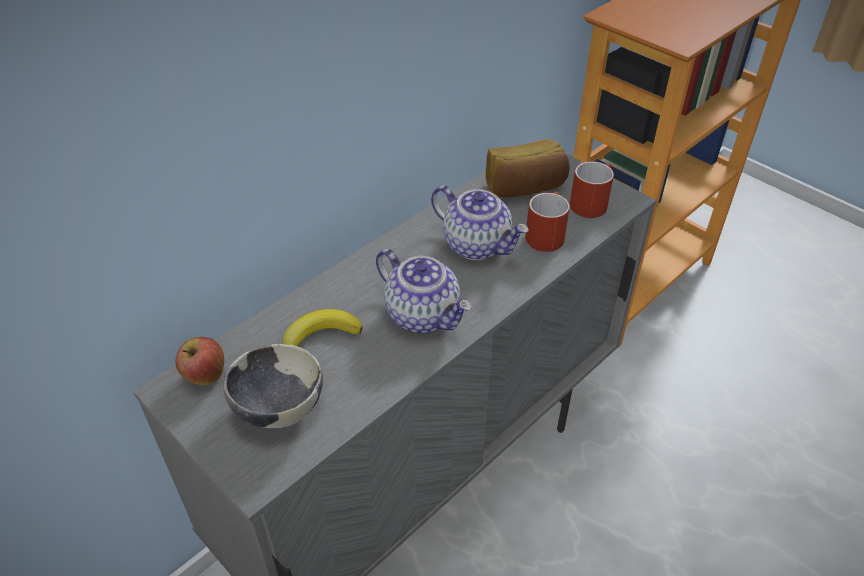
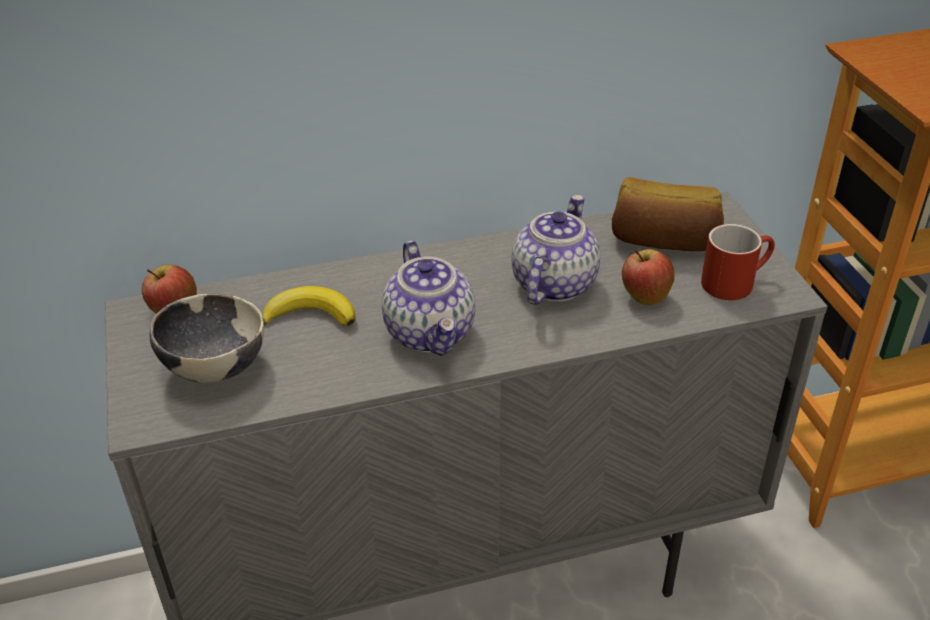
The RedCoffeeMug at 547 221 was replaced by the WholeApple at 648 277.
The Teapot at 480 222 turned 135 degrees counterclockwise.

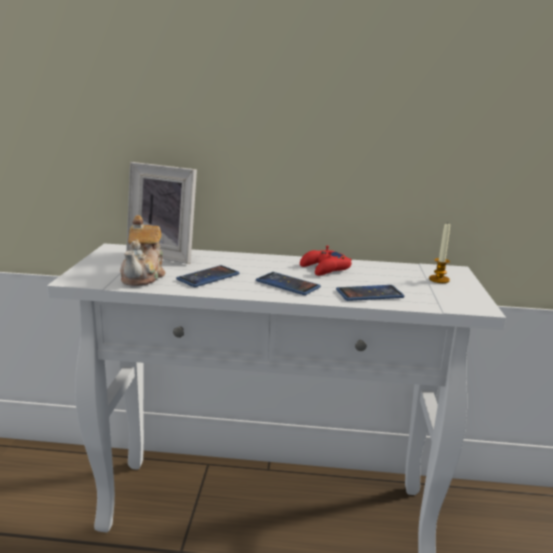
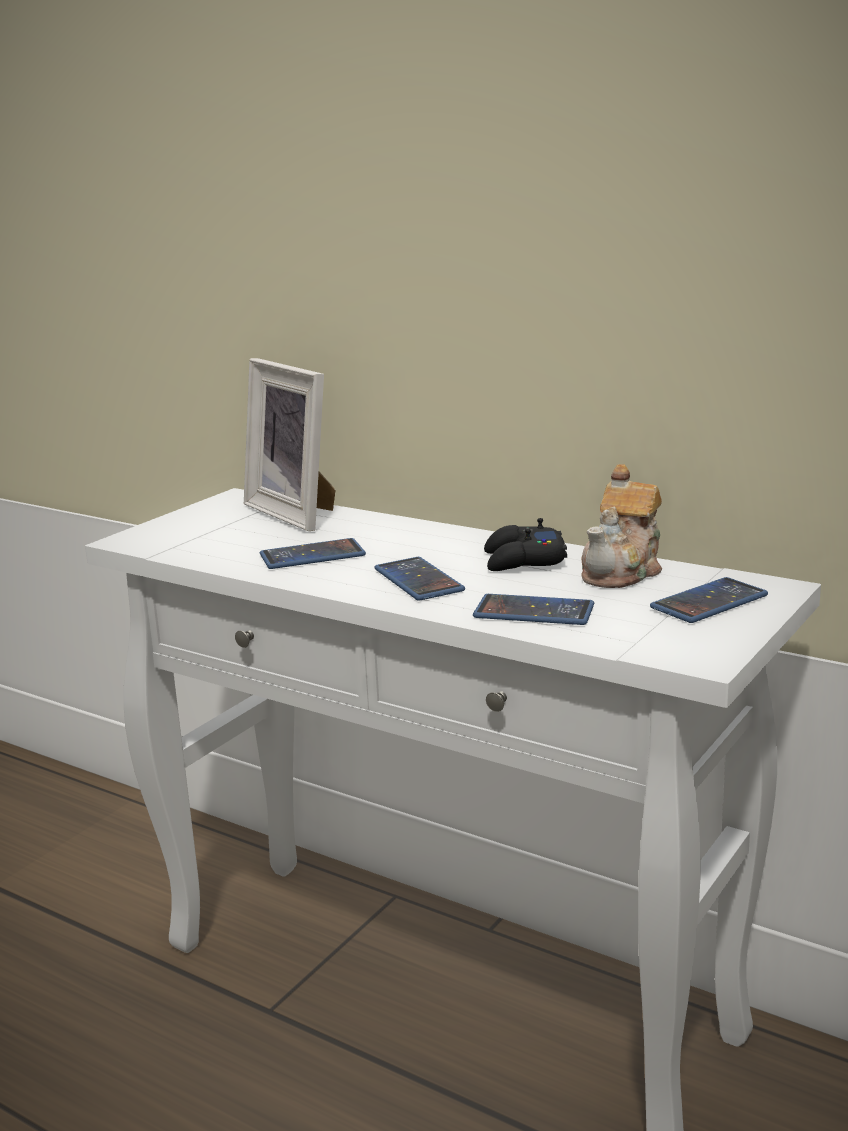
The Teapot moved from 143 250 to 621 526.
The WaxLight at 439 253 was replaced by the Telephone at 709 600.
The RedJoypad at 326 261 became the BlackishJoypad at 525 544.

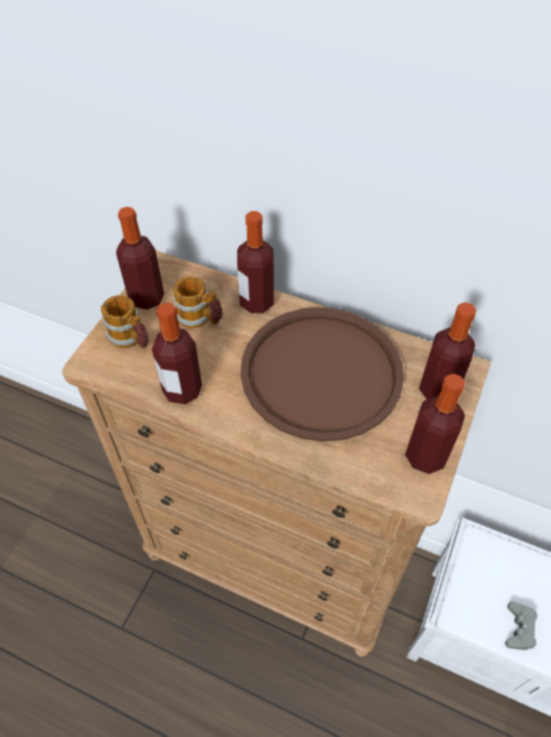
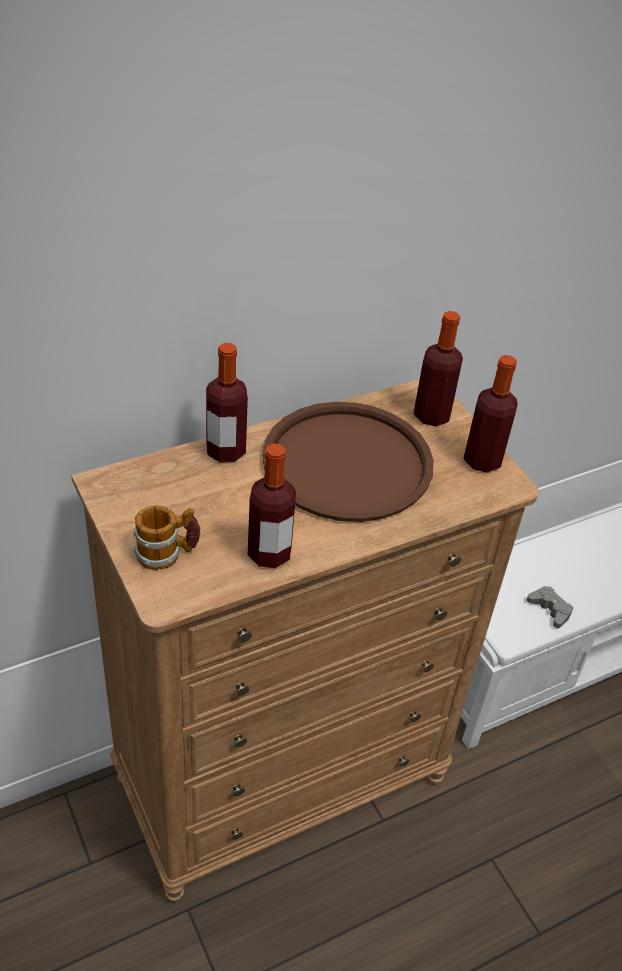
The Bottle at 140 258 disappeared.
The CoffeeMug at 198 302 disappeared.

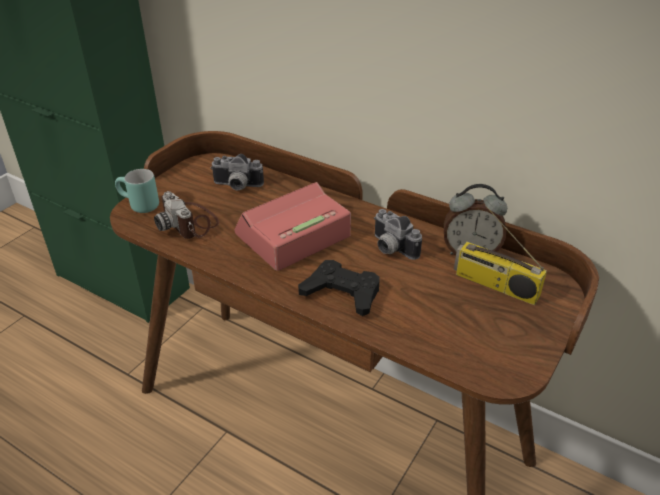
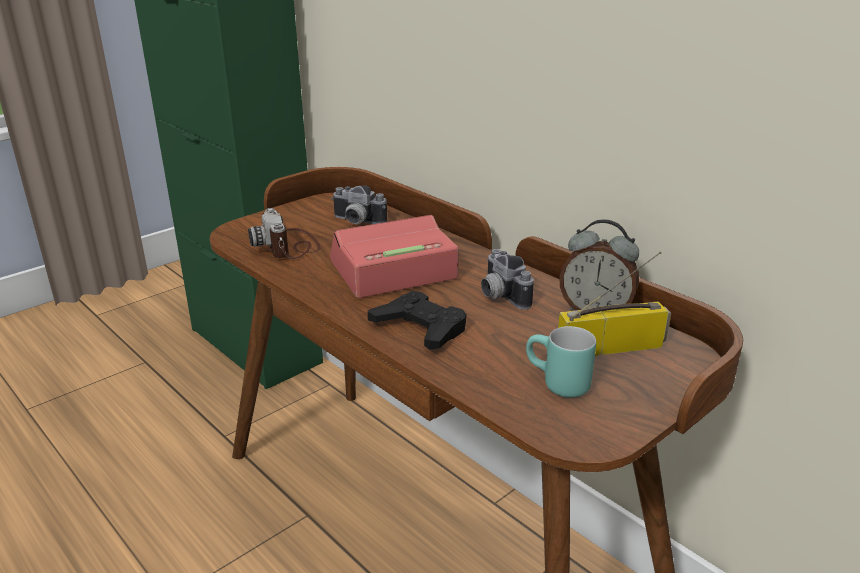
The TurquoiseCoffeeMug moved from 137 191 to 561 362.
The RadioSet at 500 255 turned 120 degrees clockwise.

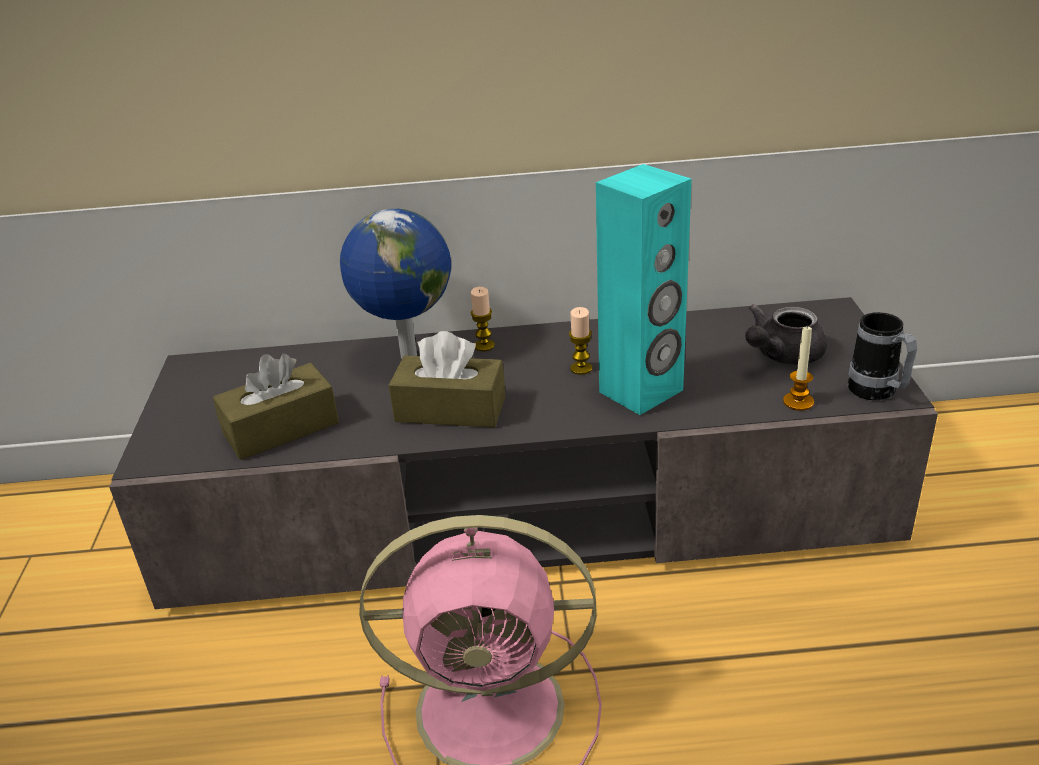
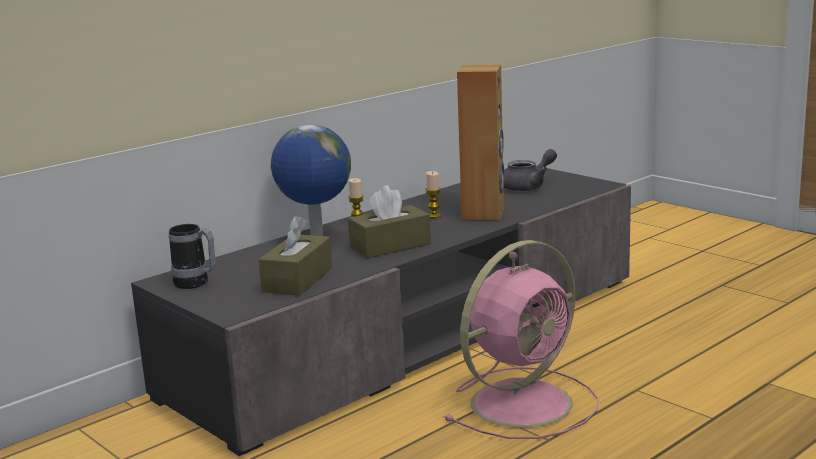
The WaxLight at 798 368 disappeared.
The CoffeeMug moved from 882 356 to 192 256.
The TurquoiseAudioSpeaker at 644 289 became the BrownAudioSpeaker at 480 142.
The GreyishTeapot at 786 334 turned 135 degrees counterclockwise.

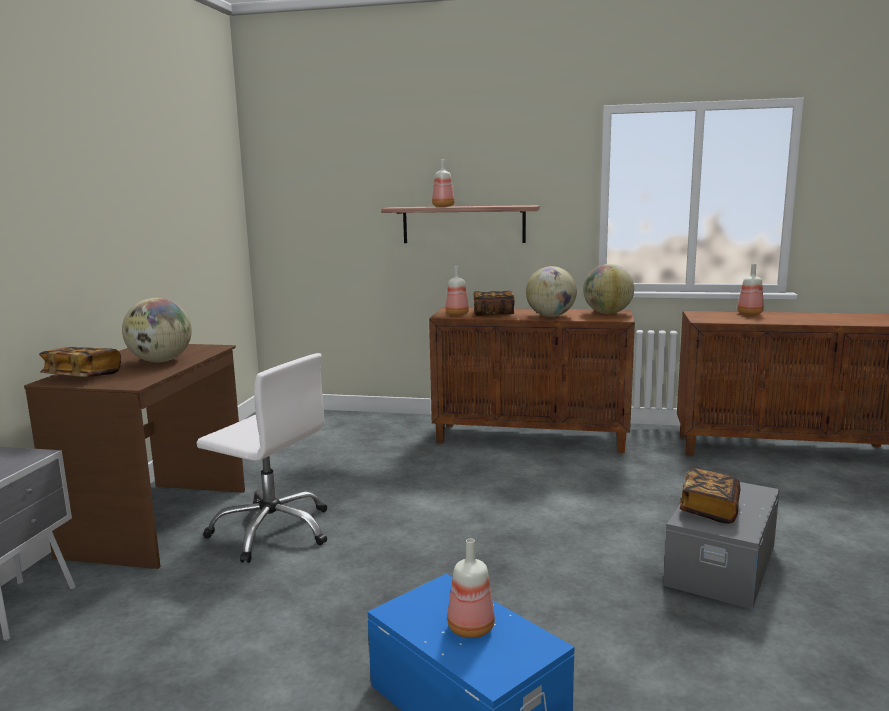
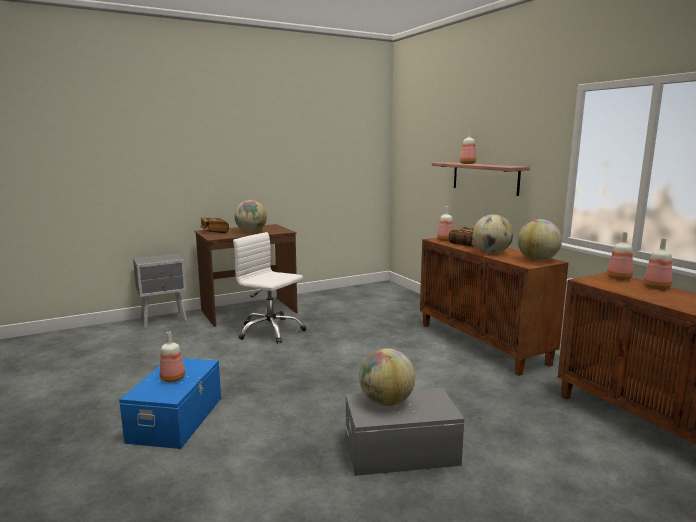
The Bottle at 620 256 appeared.
The BoundBook at 710 495 was replaced by the Globe at 387 377.
The WhiteColouredDeskChair at 262 458 turned 135 degrees clockwise.

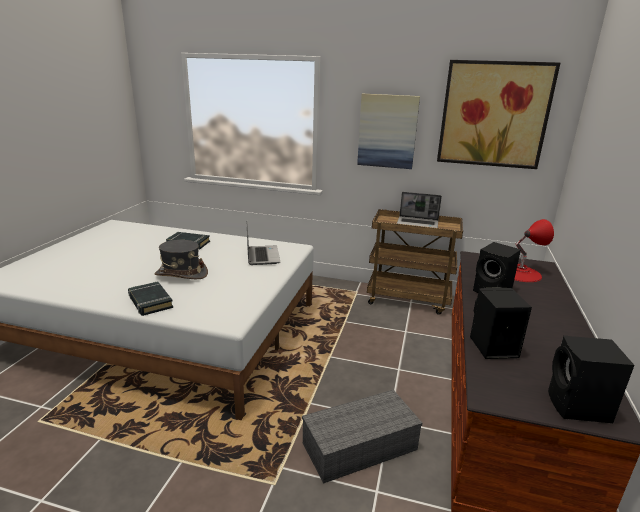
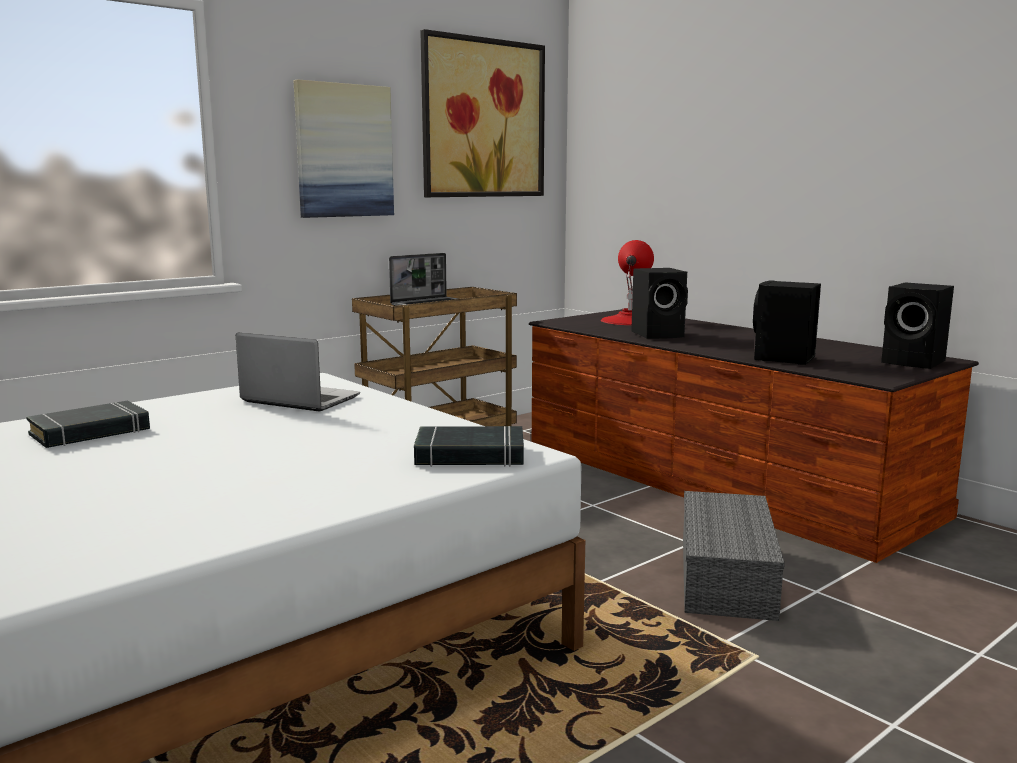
The GreyishClothingHat at 181 259 disappeared.
The BlackishBoundBook moved from 150 298 to 469 446.

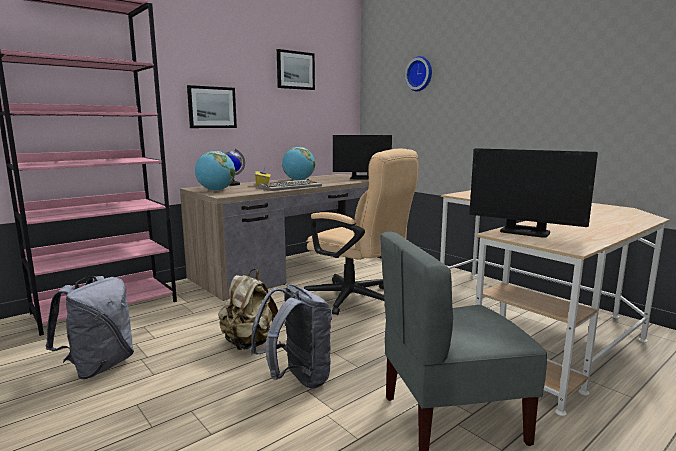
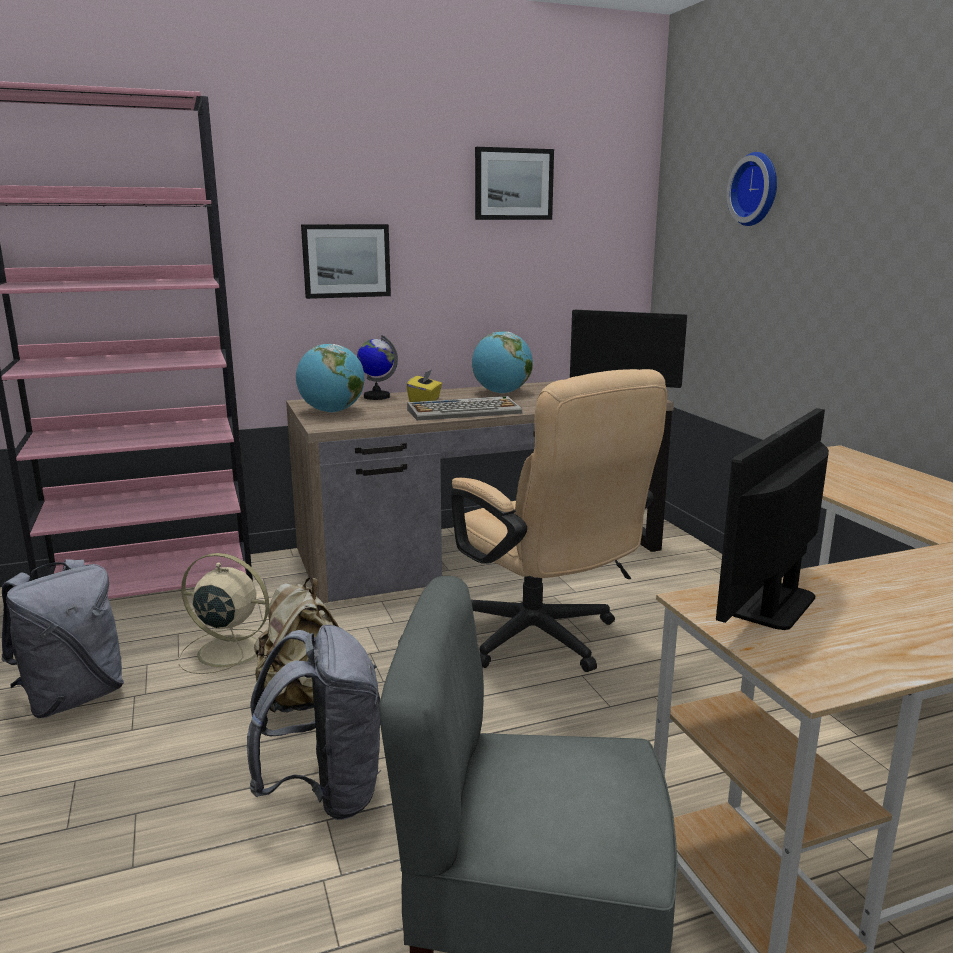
The BeigeFan at 223 613 appeared.
The ComputerScreen at 533 193 turned 75 degrees clockwise.

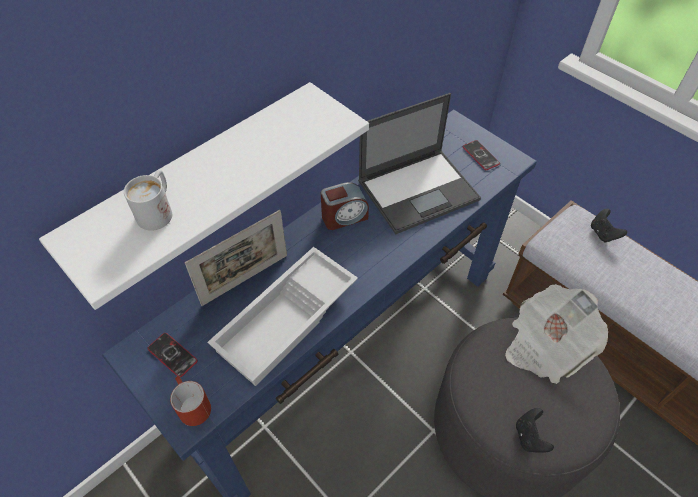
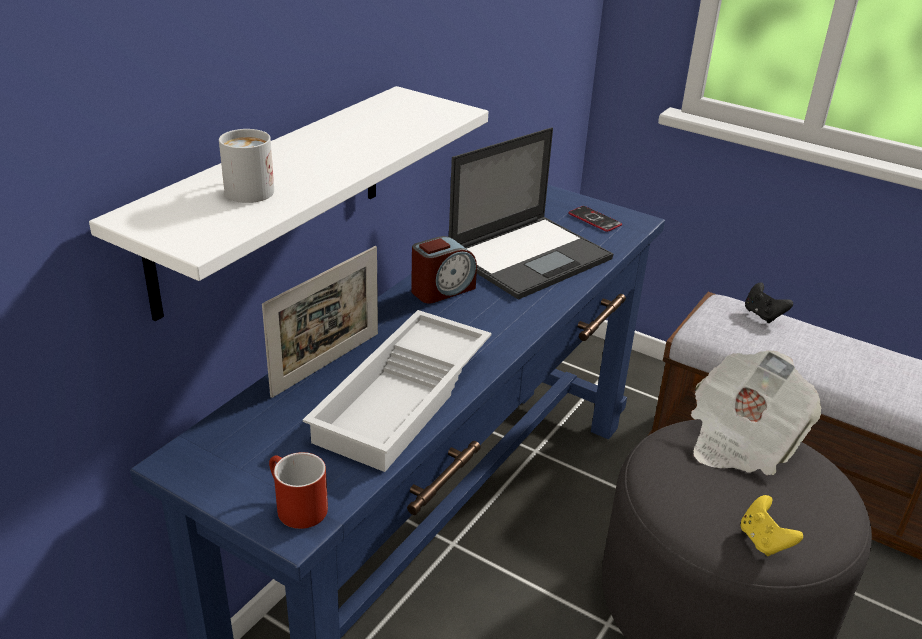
The Telephone at 172 355 disappeared.
The BlackishJoypad at 535 430 became the YellowColouredJoypad at 771 525.

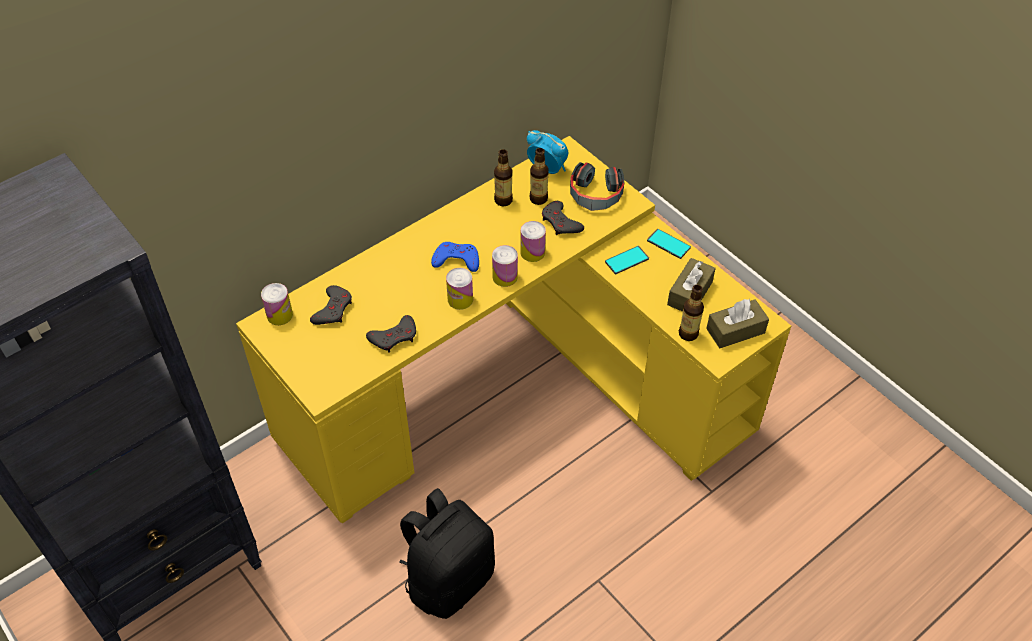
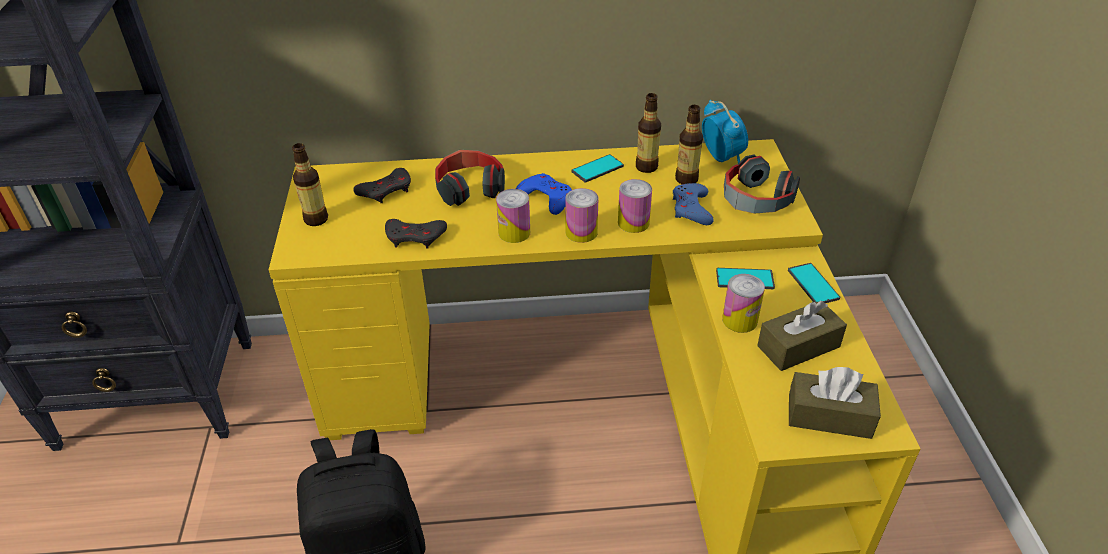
The Headset at 470 178 appeared.
The Telephone at 598 168 appeared.
The SealedCan moved from 277 304 to 743 303.
The Bottle moved from 691 313 to 310 184.
The GreyishJoypad at 563 218 became the BlueColouredJoypad at 693 204.

